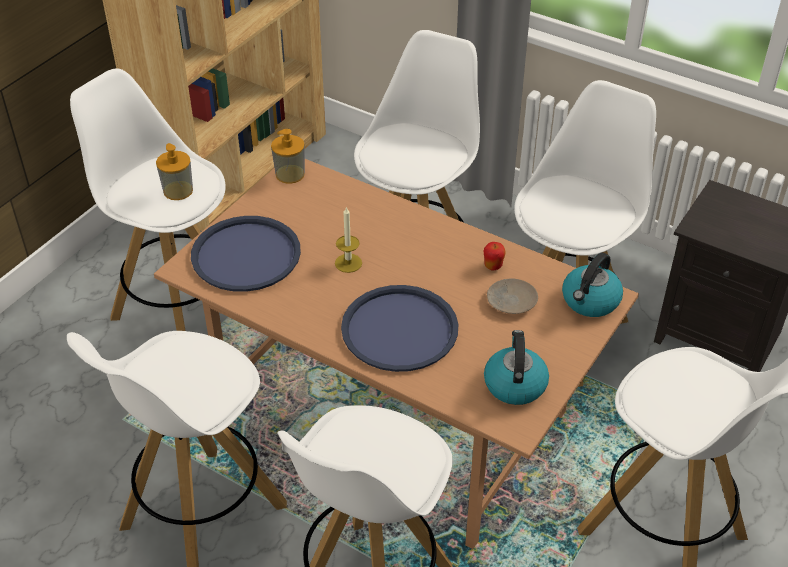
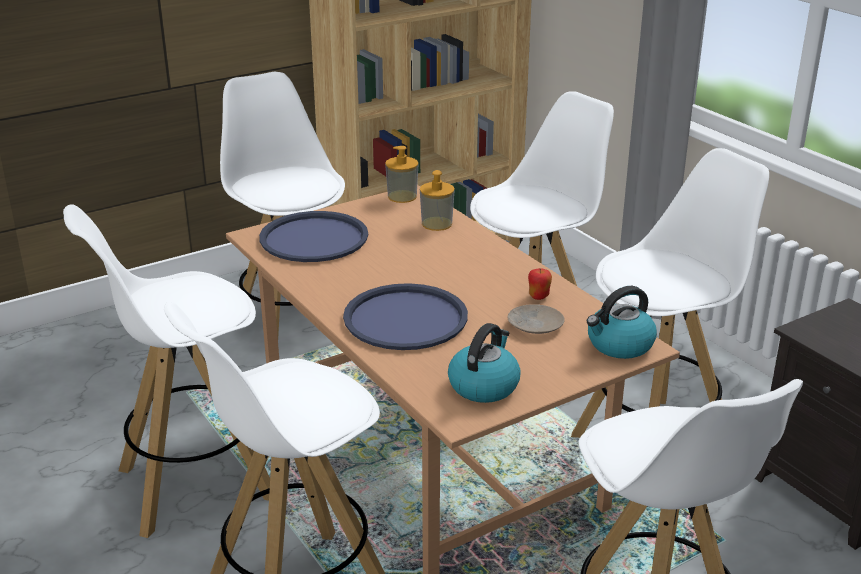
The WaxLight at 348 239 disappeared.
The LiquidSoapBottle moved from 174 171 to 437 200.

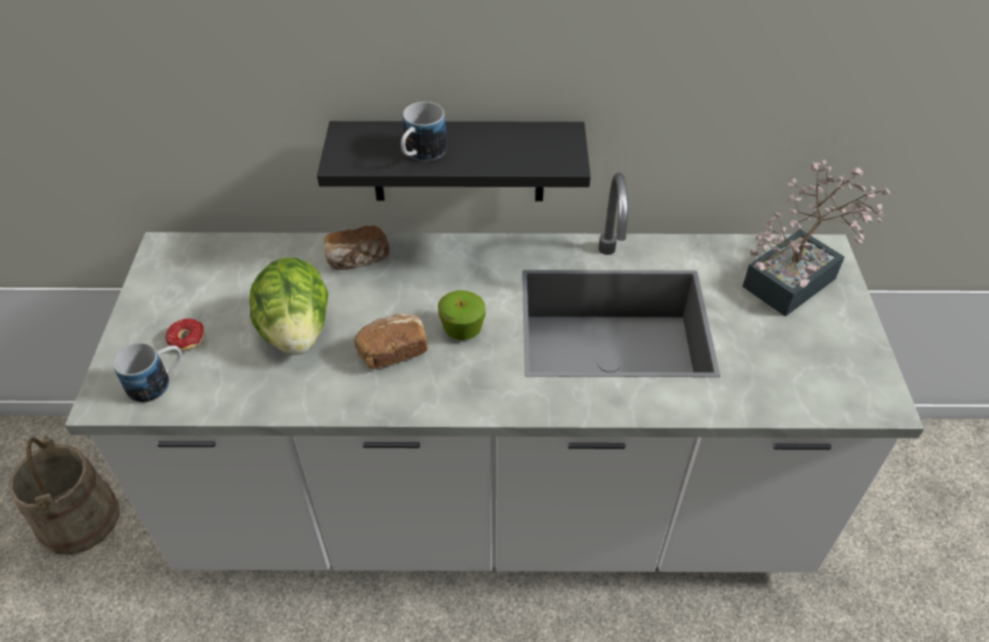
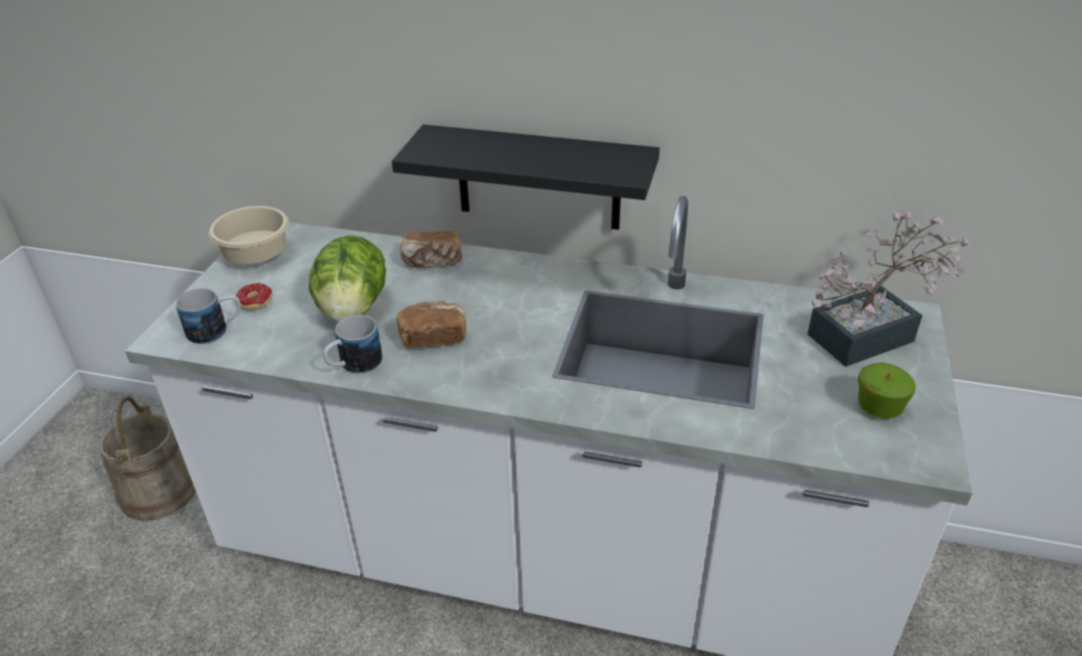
The BeigeDeepDish at 248 235 appeared.
The CoffeeMug moved from 424 131 to 352 344.
The WholeApple moved from 461 315 to 887 390.

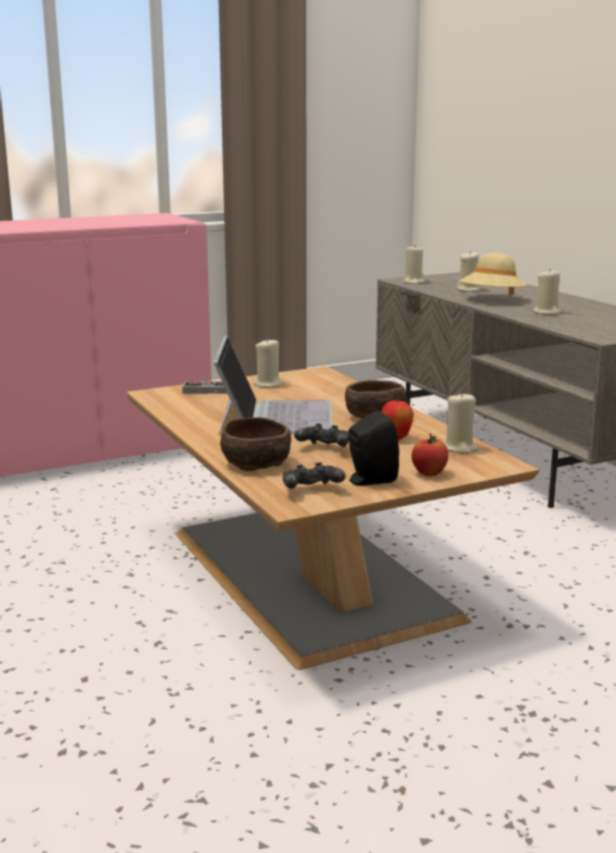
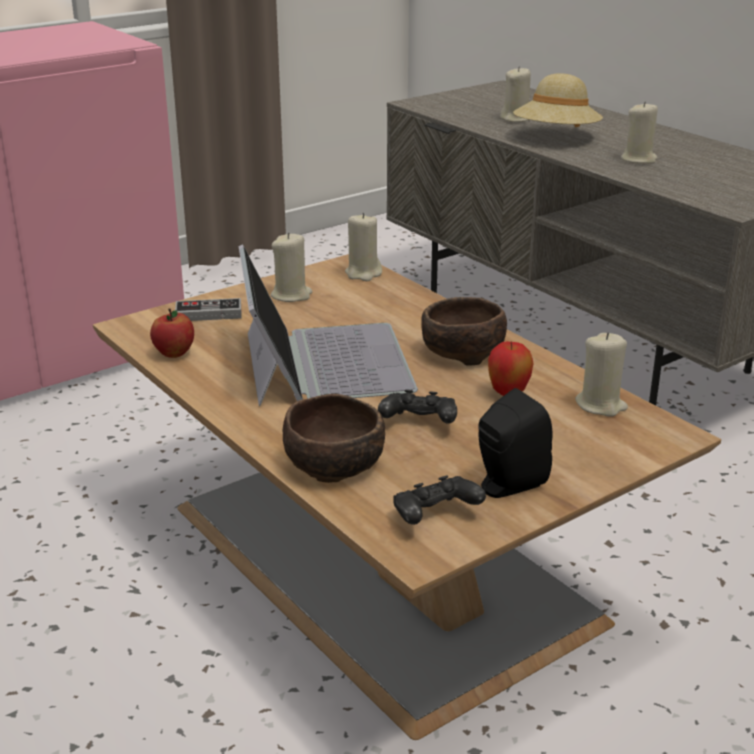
The BeigeWaxLight moved from 414 264 to 363 247.
The WholeApple moved from 429 455 to 172 333.

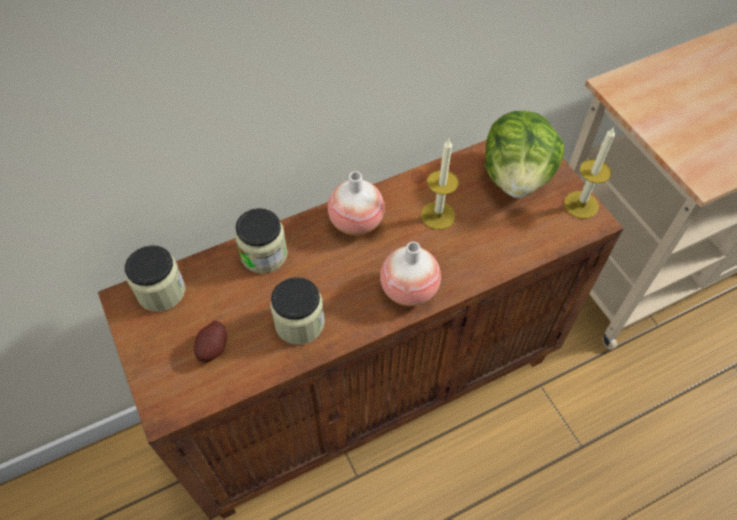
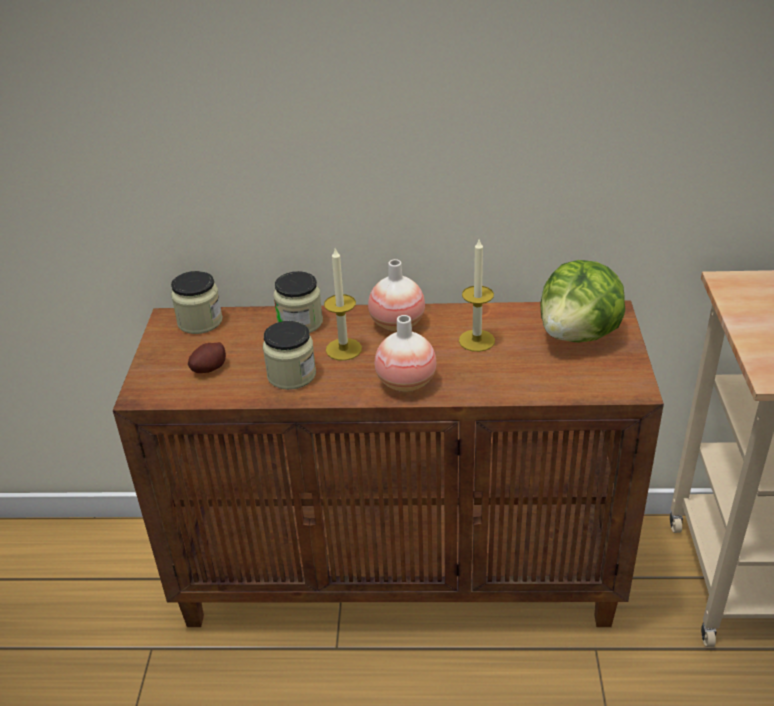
The WaxLight moved from 589 173 to 343 304.

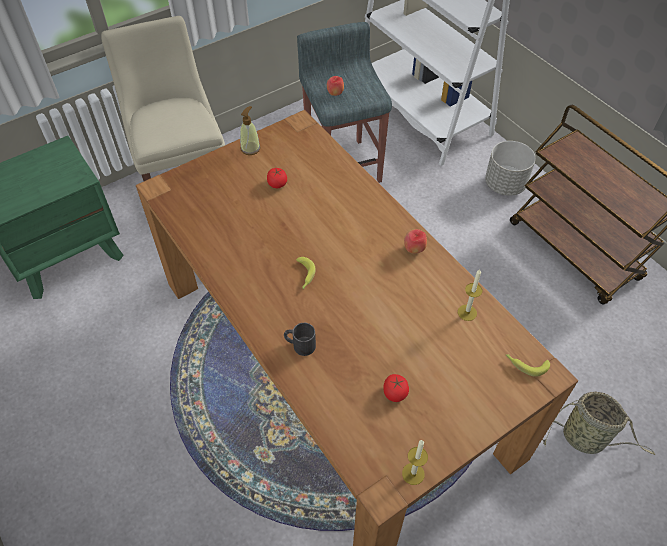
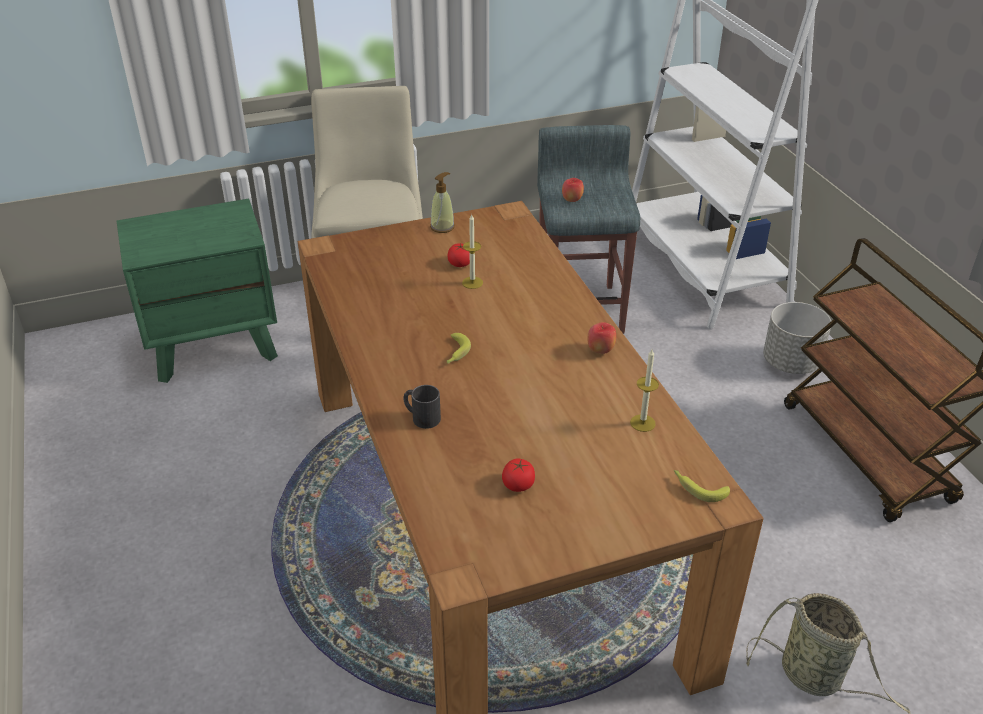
The WaxLight moved from 415 462 to 472 252.

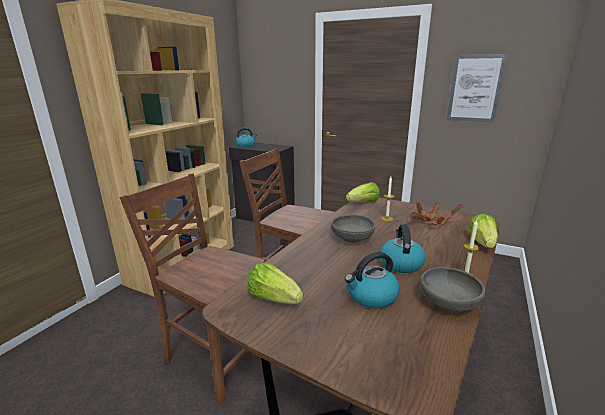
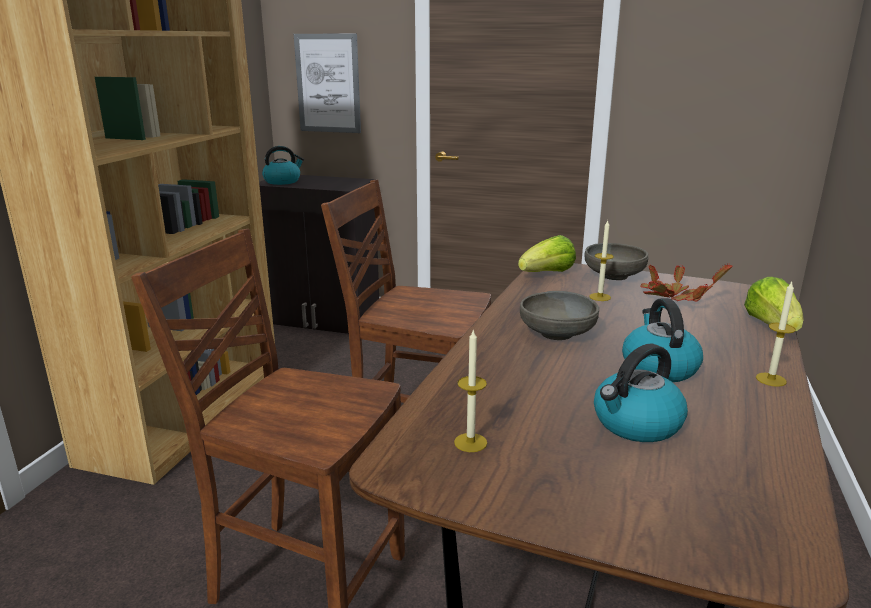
The GreyishDeepDish moved from 452 289 to 616 261.
The WallArt moved from 477 88 to 327 83.
The Lettuce at 275 283 was replaced by the WaxLight at 470 390.

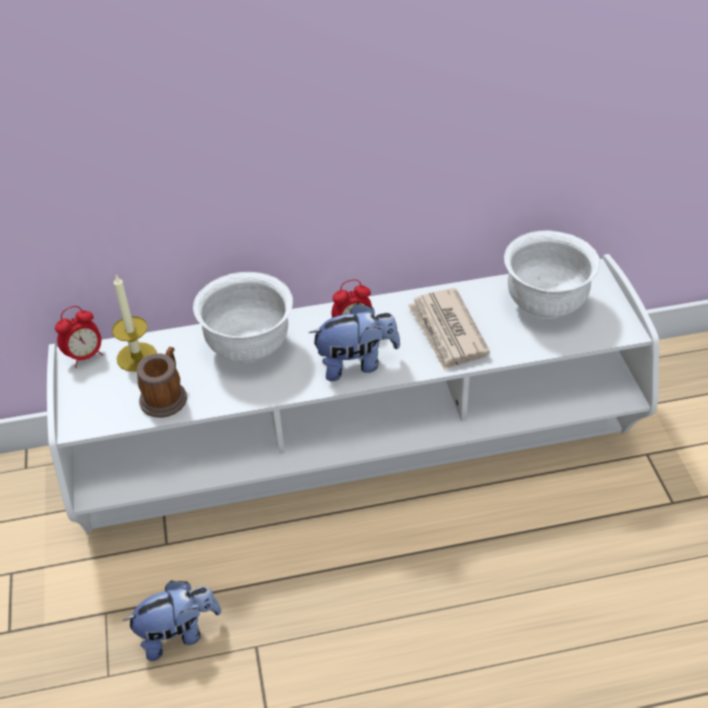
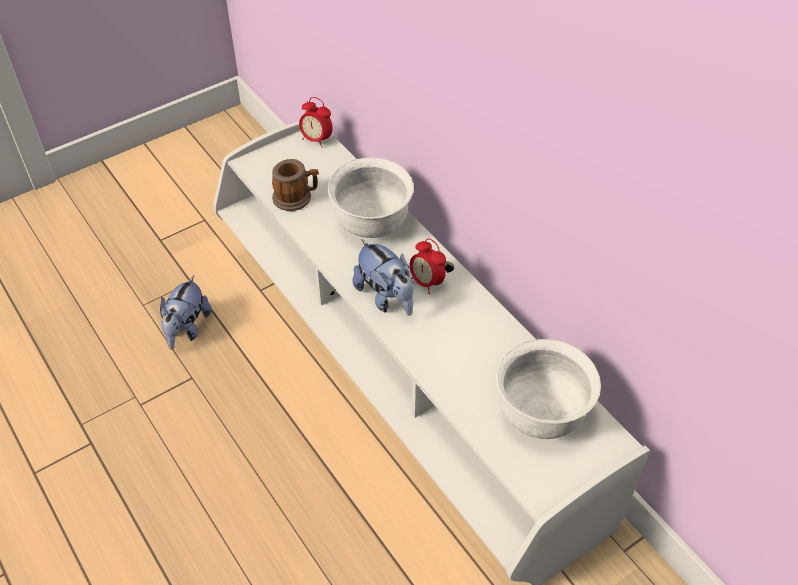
The WaxLight at 134 323 disappeared.
The PrintedPaper at 449 329 disappeared.
The SoftToy at 171 620 turned 60 degrees clockwise.

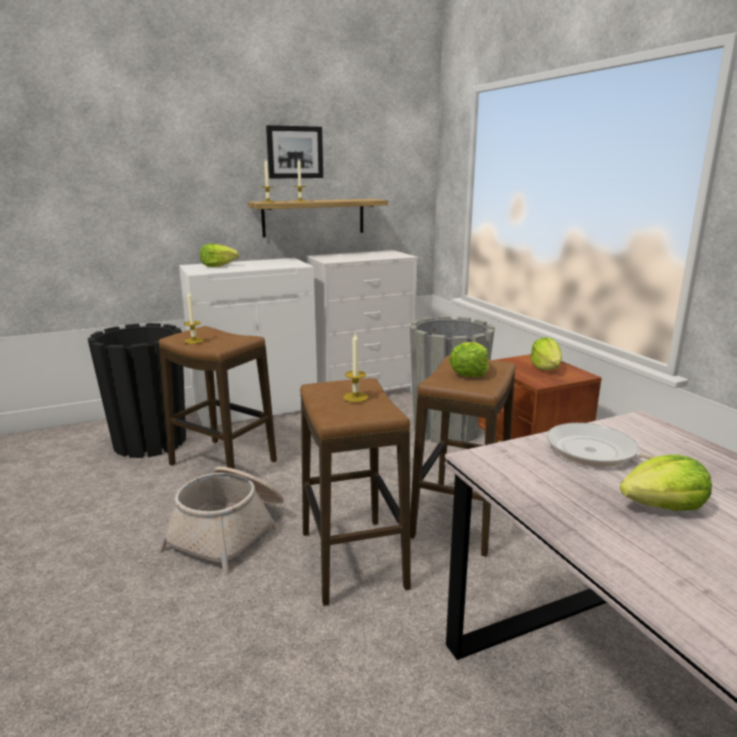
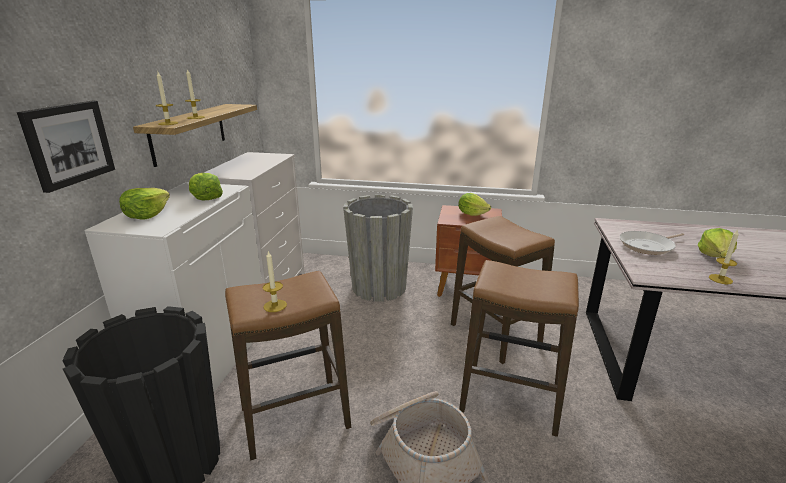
The WallArt moved from 294 152 to 66 147.
The WaxLight moved from 355 368 to 724 256.
The Lettuce moved from 469 359 to 206 186.

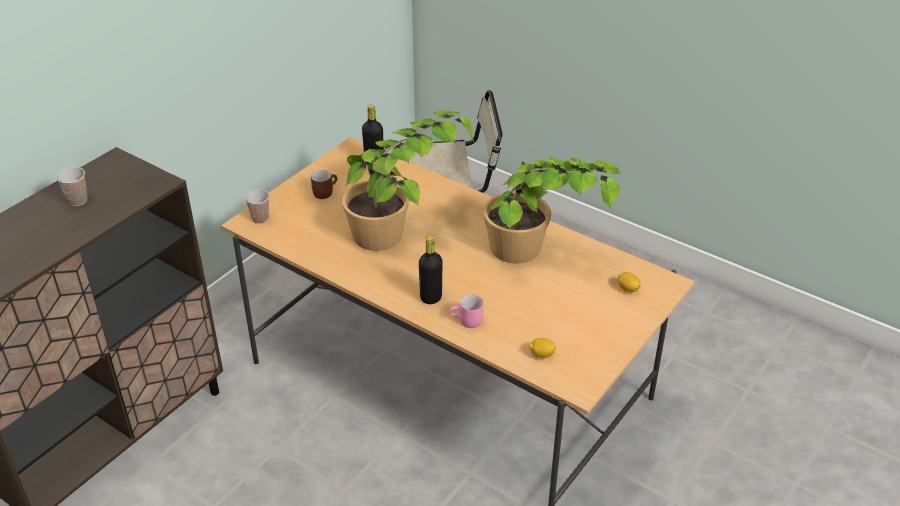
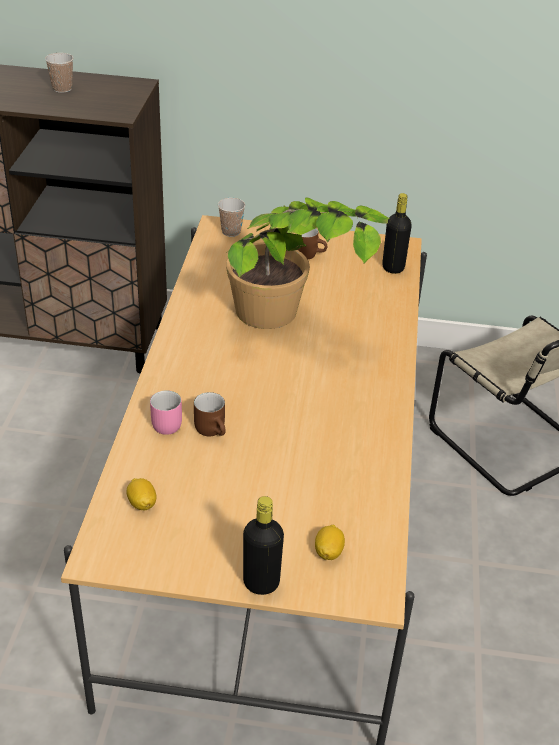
The Houseplant at 552 210 disappeared.
The BrownCoffeeMug at 210 414 appeared.
The BlackishBottle moved from 430 270 to 263 545.

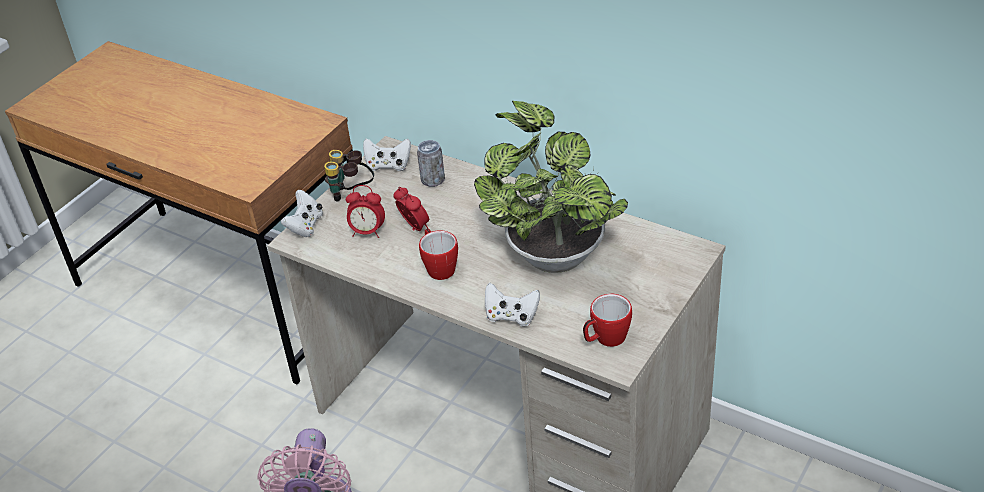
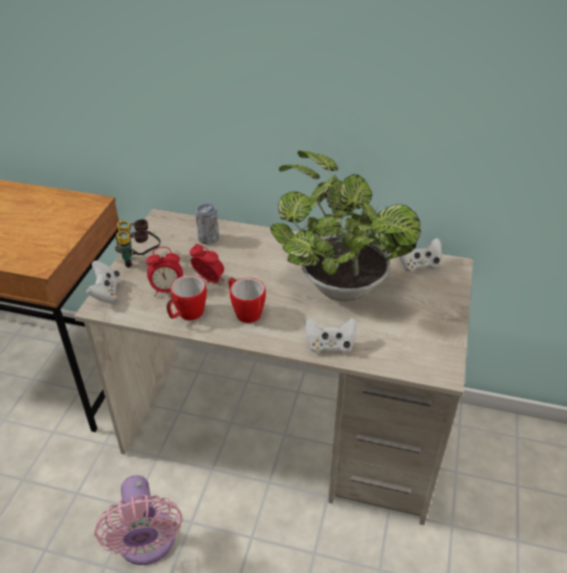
The WhiteColouredJoypad moved from 387 155 to 420 255.
The CoffeeMug moved from 607 320 to 186 297.

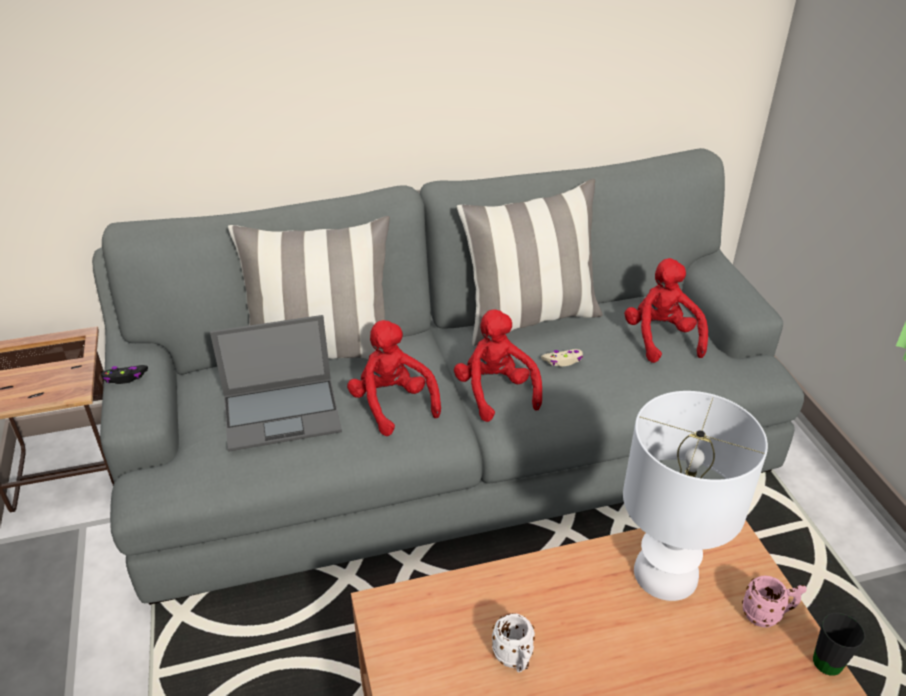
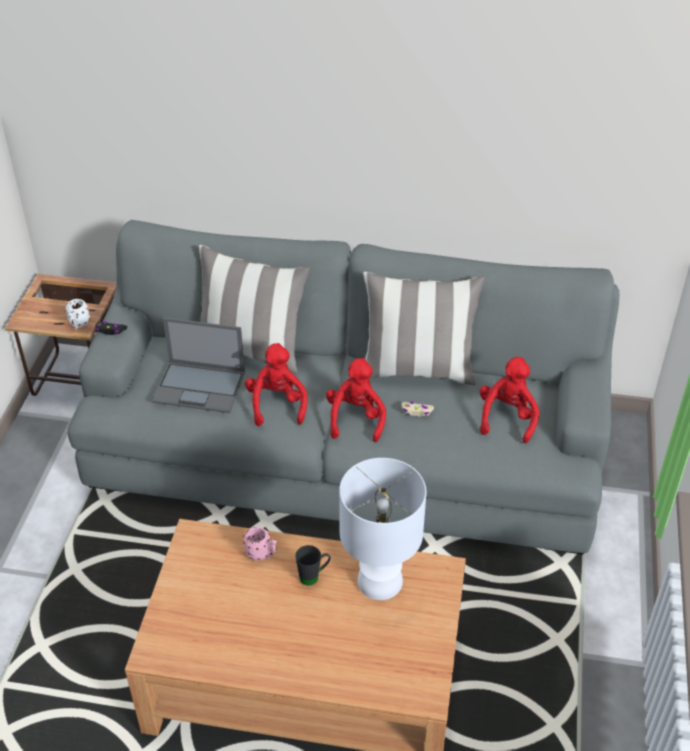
The WhiteColouredCoffeeMug moved from 513 642 to 78 314.
The PinkCoffeeMug moved from 774 602 to 260 544.
The BlackishCoffeeMug moved from 839 644 to 312 565.

